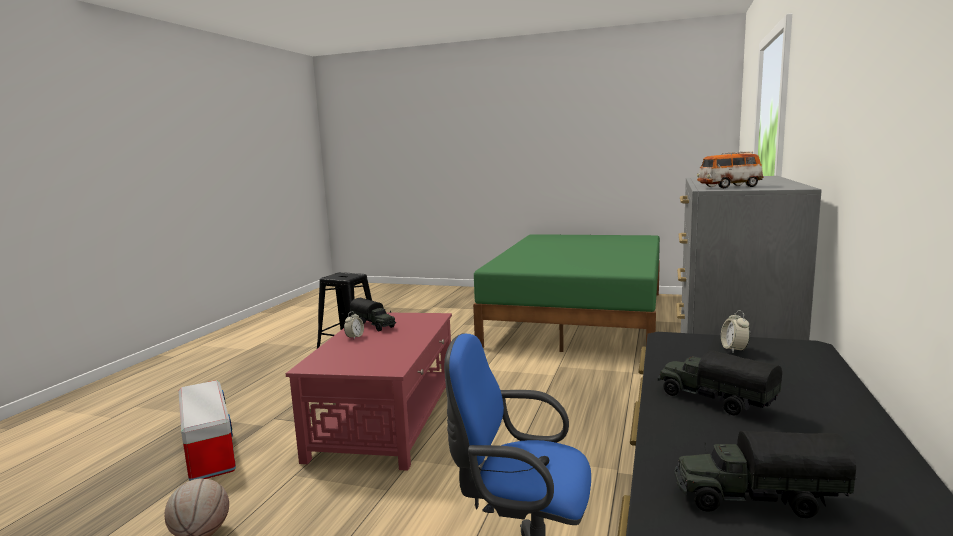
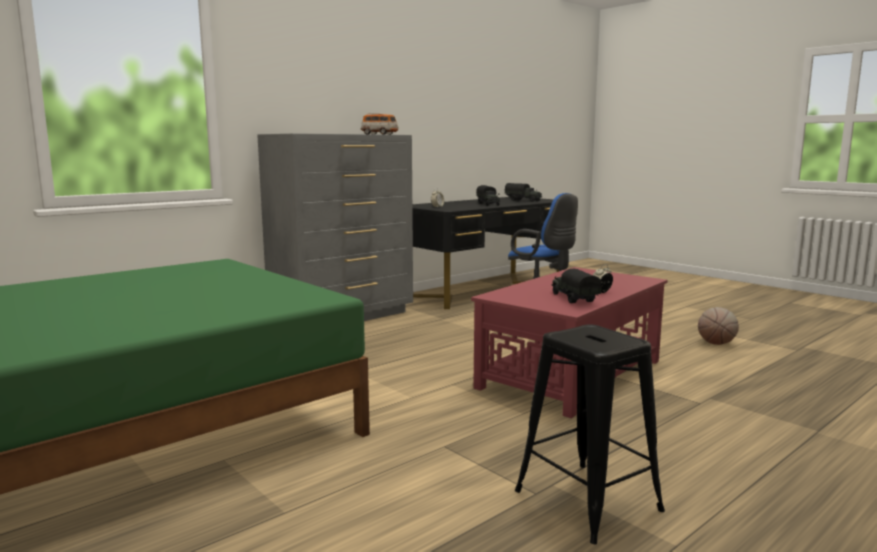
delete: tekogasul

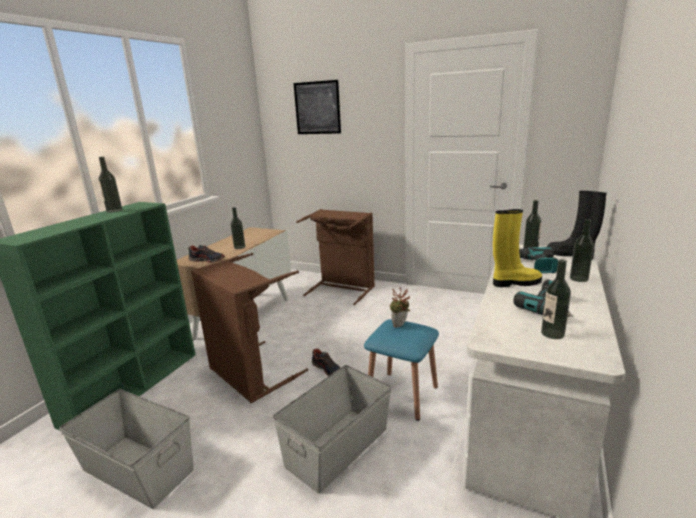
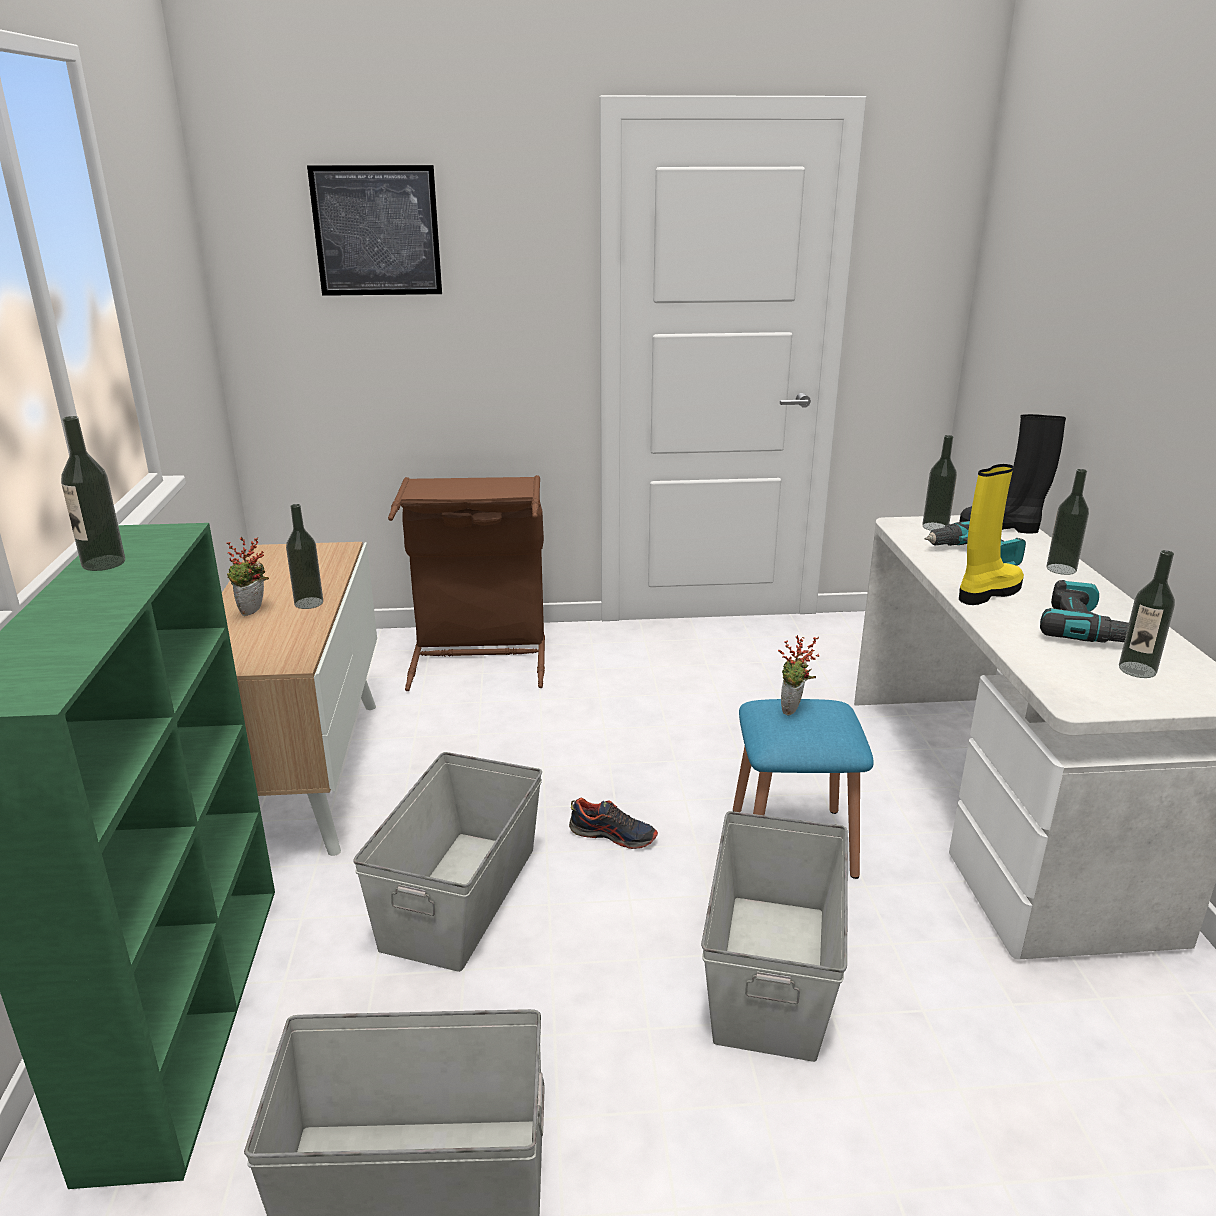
delete: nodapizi (1st from left)
insert: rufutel (1st from left)
replace: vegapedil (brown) (1st from left) to tekogasul (grey) (2nd from left)

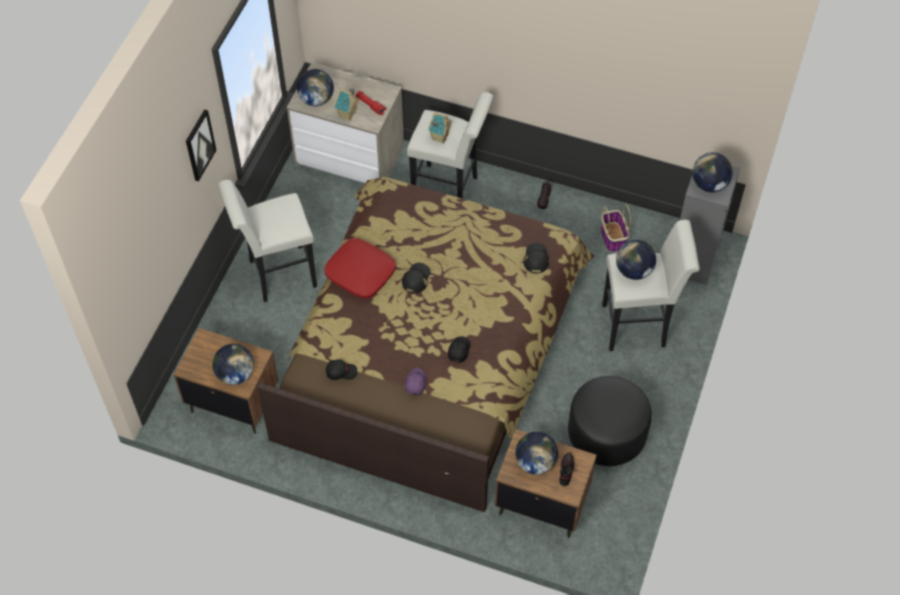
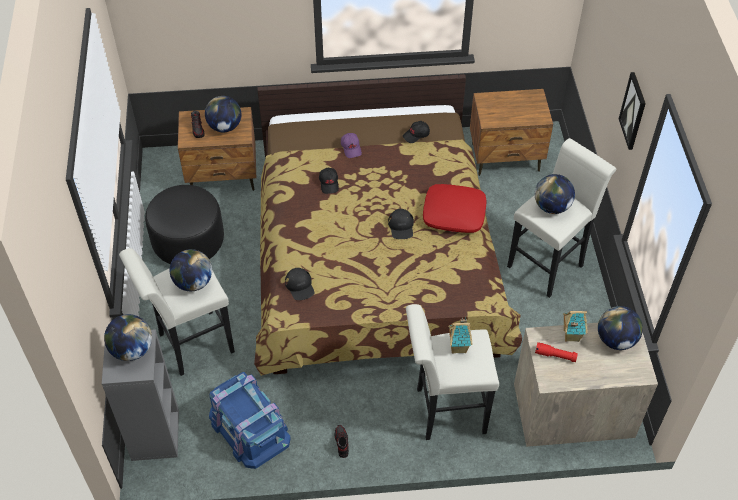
move: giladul (1st from left in the first image) to giladul (4th from left)
replace: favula to tekogasul (blue)

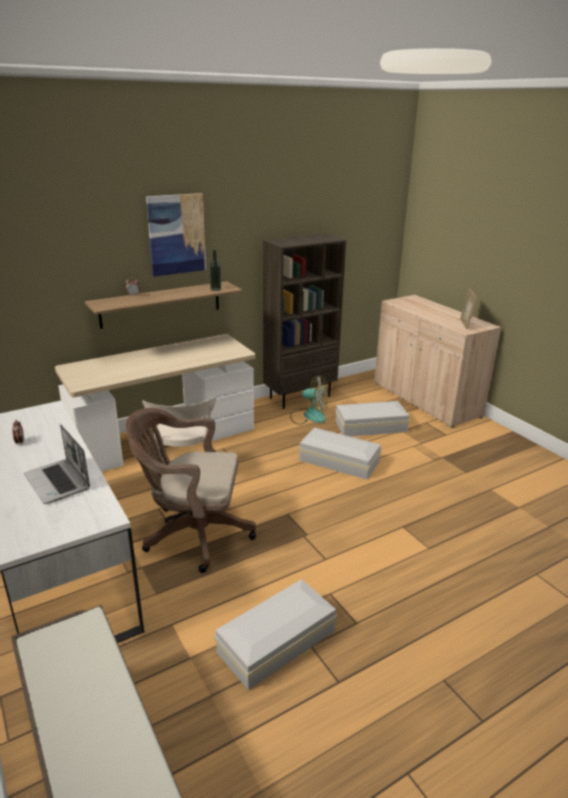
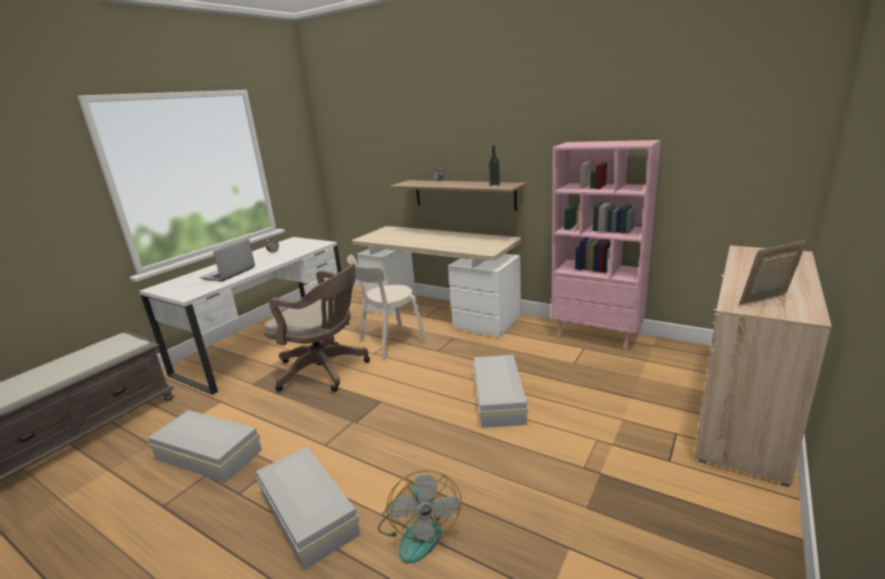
delete: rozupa
move: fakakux; tekogasul (white) (3rd from left in the first image) to tekogasul (white) (2nd from left)
recolor: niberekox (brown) to niberekox (pink)
rotate: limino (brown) 135 degrees clockwise

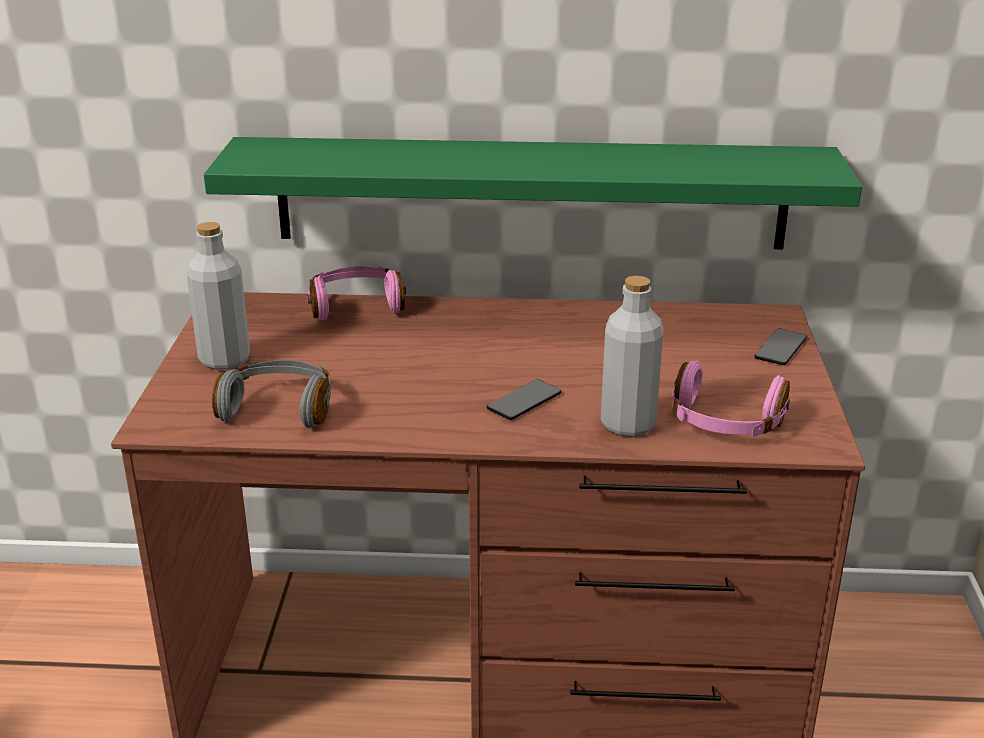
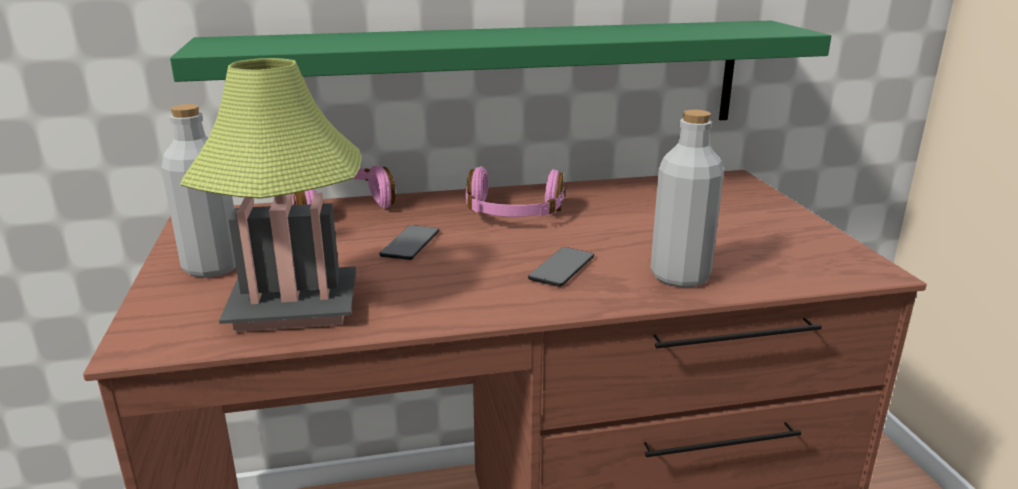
move: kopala (2nd from left in the first image) to kopala (1st from left); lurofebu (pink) (2nd from left)
replace: lurofebu (grey) to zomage

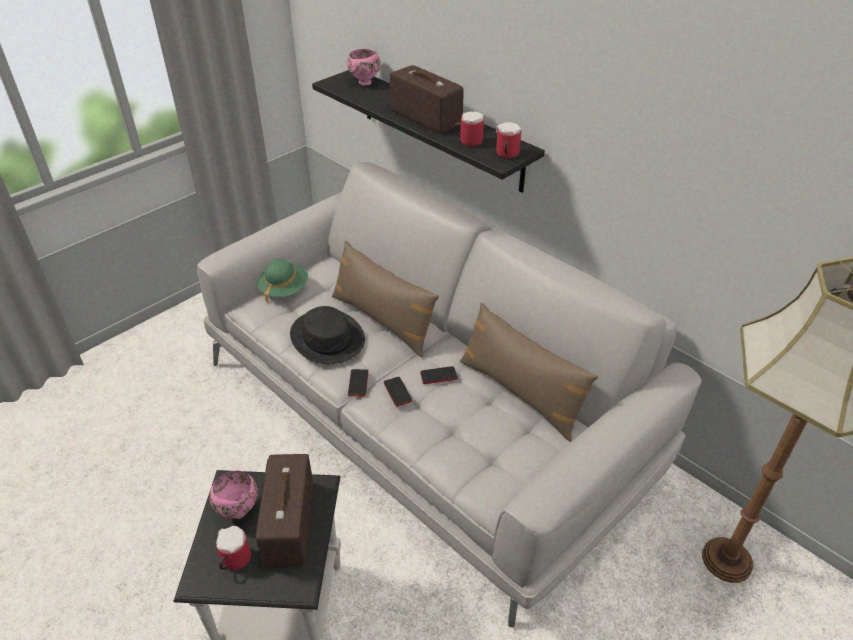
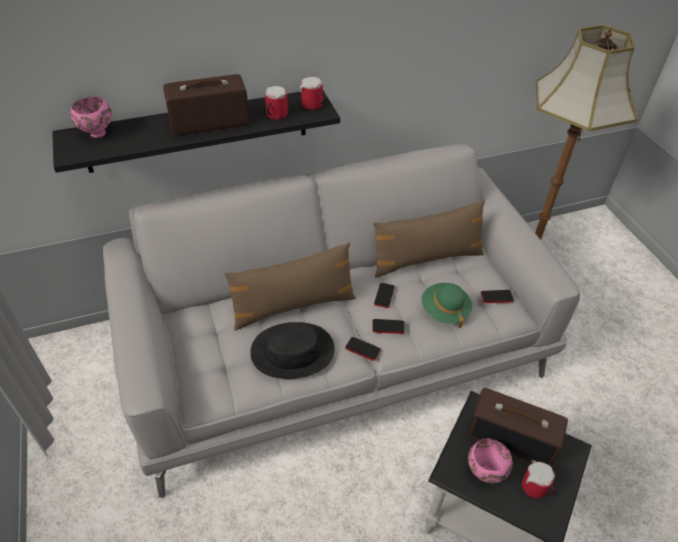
insert: kopala (4th from left)
move: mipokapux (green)

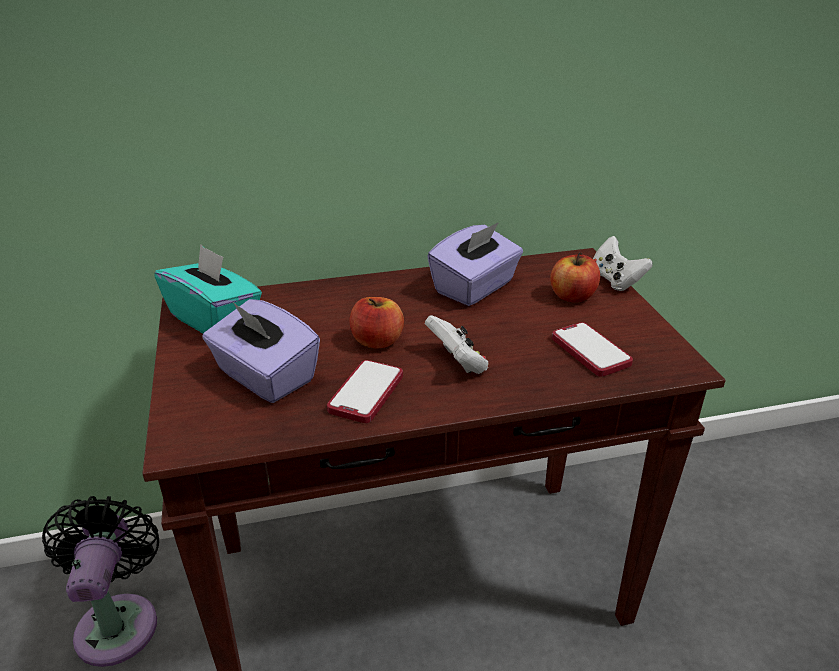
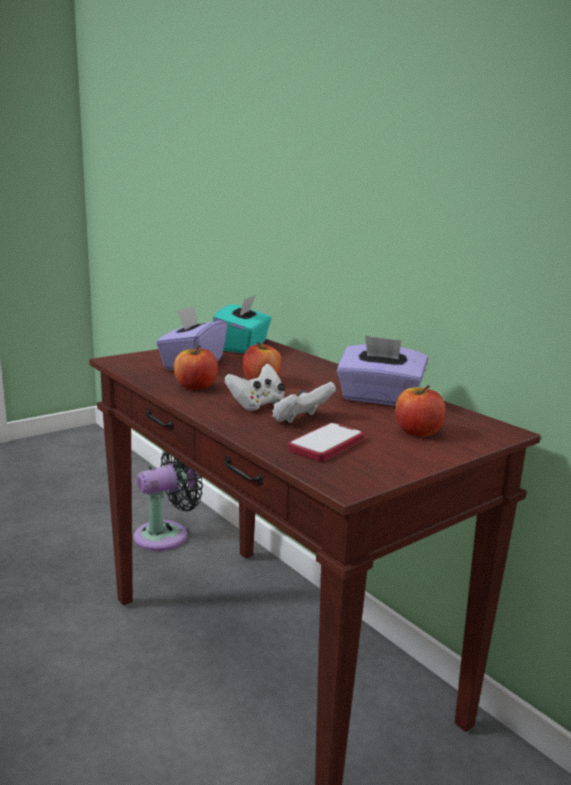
move: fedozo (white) (2nd from left)
replace: kopala (1st from left) to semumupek (1st from left)

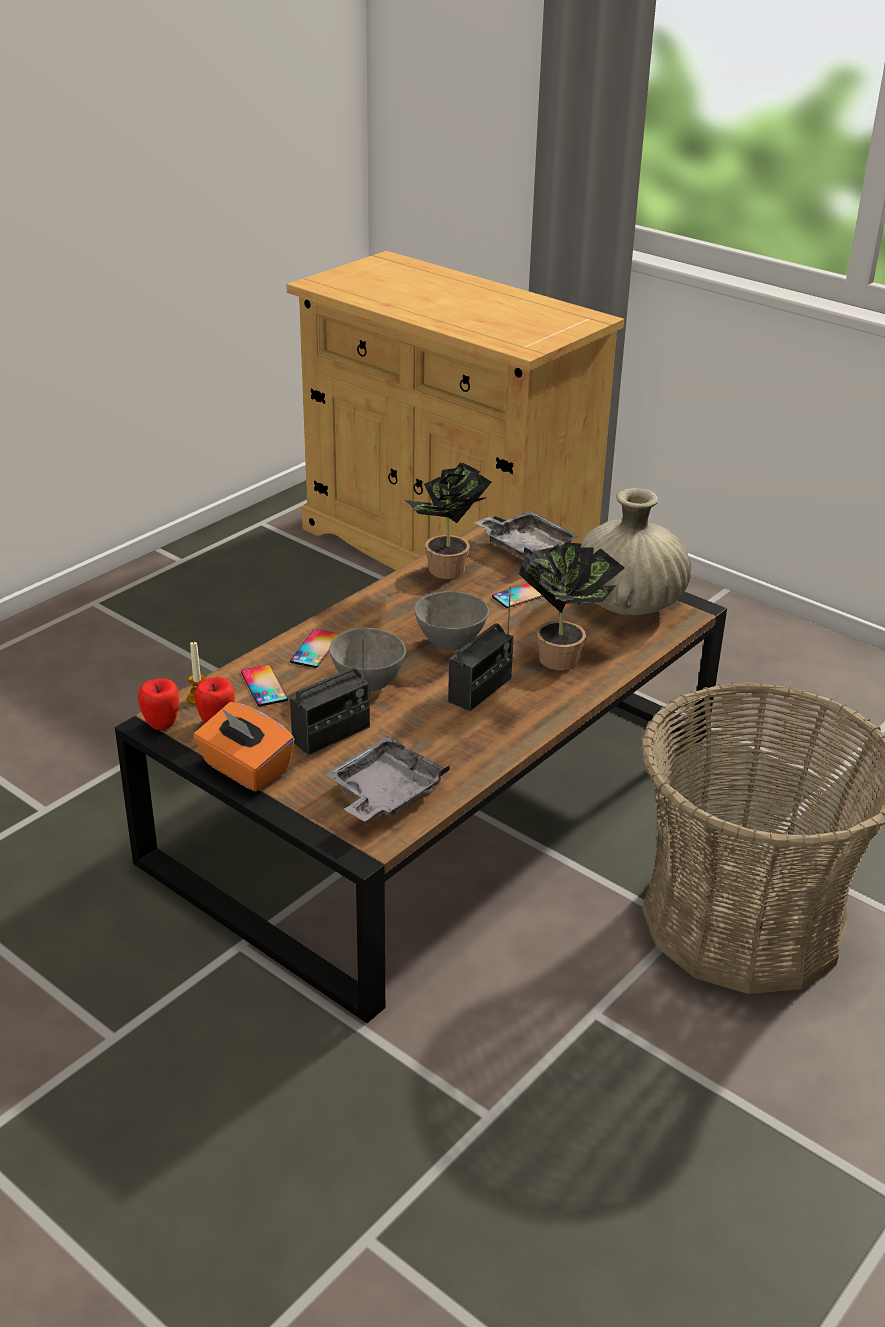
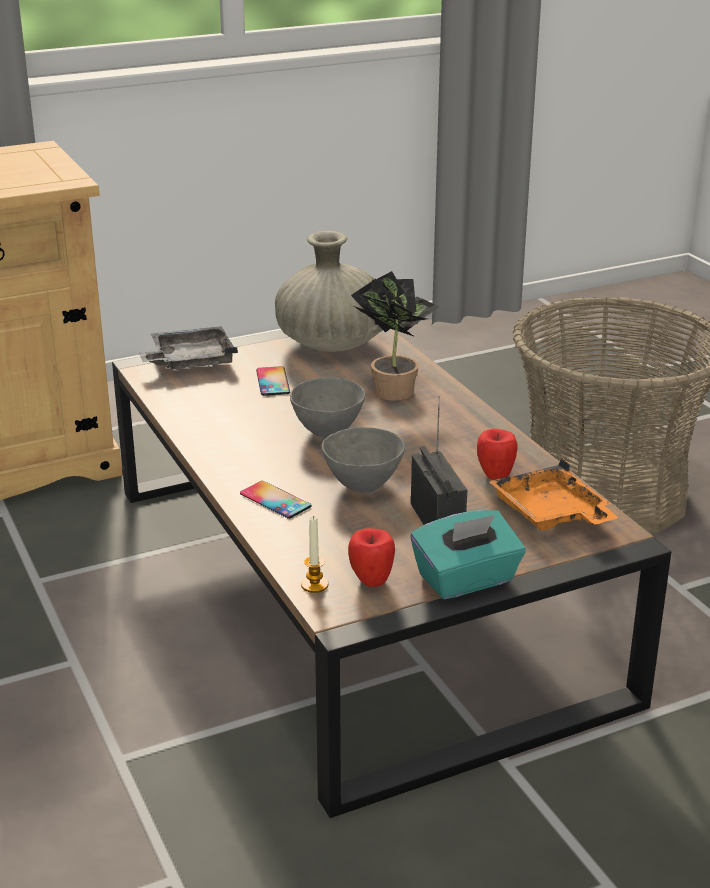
delete: rufutel (1st from left); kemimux (2nd from left); kopala (1st from left)
move: semumupek (1st from left in the first image) to semumupek (2nd from left)
recolor: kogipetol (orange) to kogipetol (turquoise); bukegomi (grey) (1st from left) to bukegomi (orange)

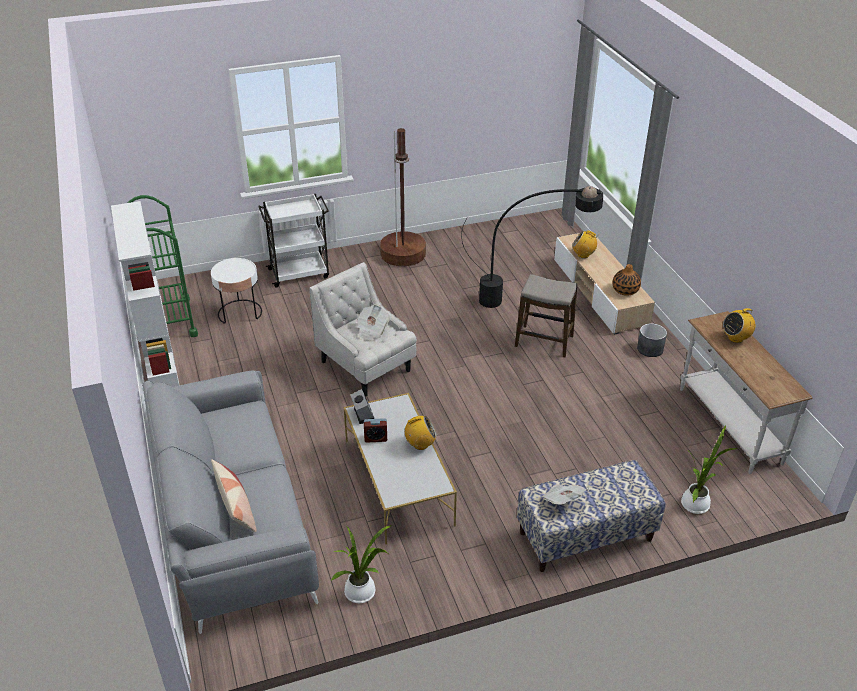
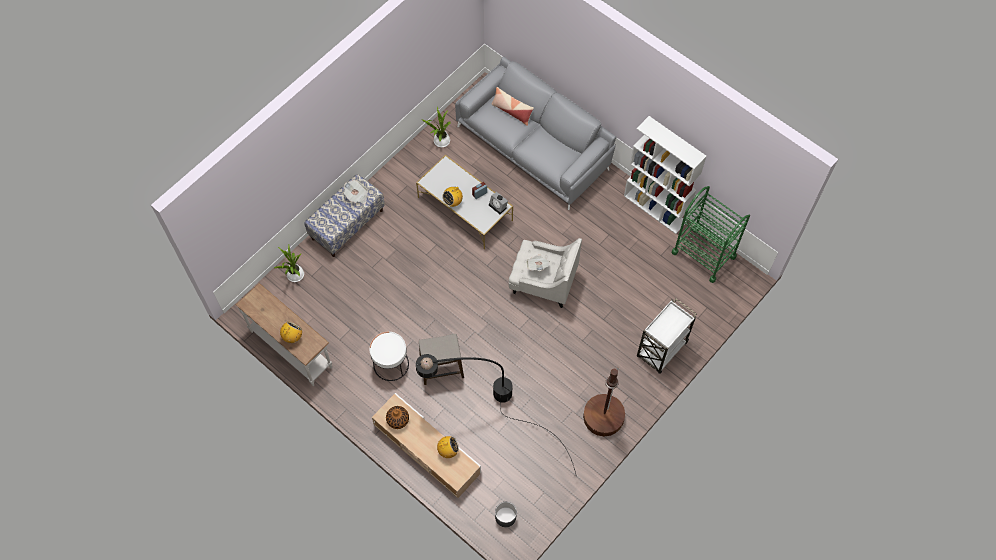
move: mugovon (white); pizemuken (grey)

